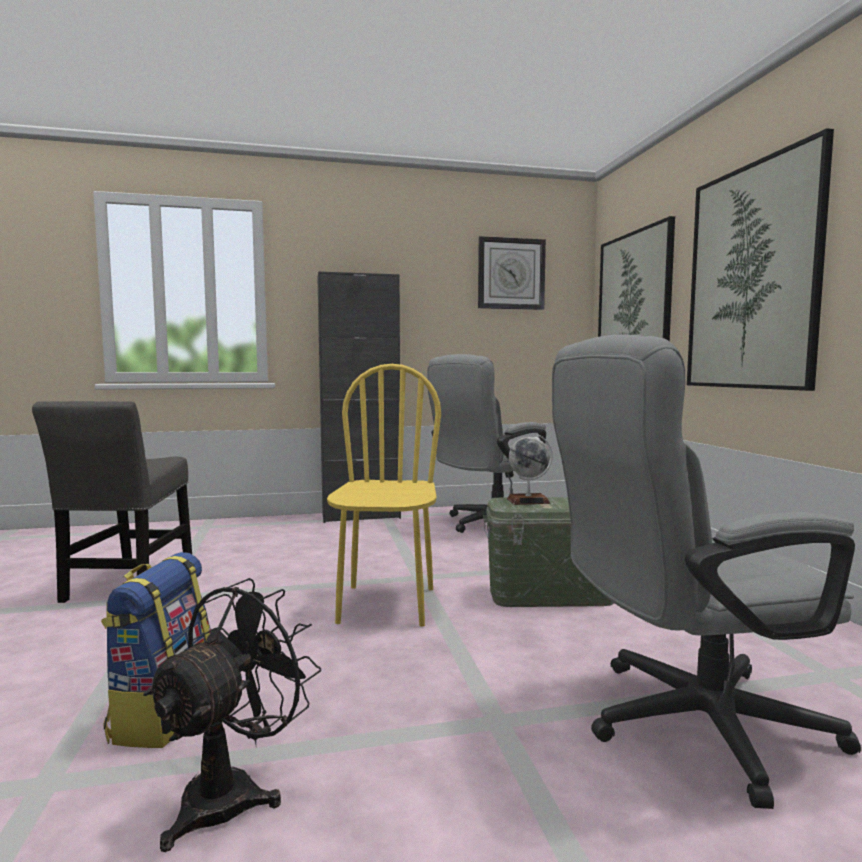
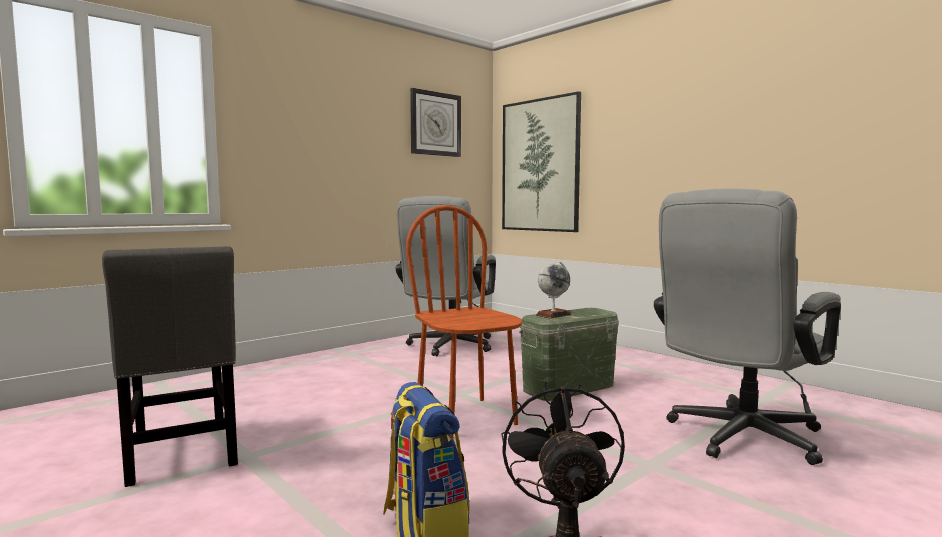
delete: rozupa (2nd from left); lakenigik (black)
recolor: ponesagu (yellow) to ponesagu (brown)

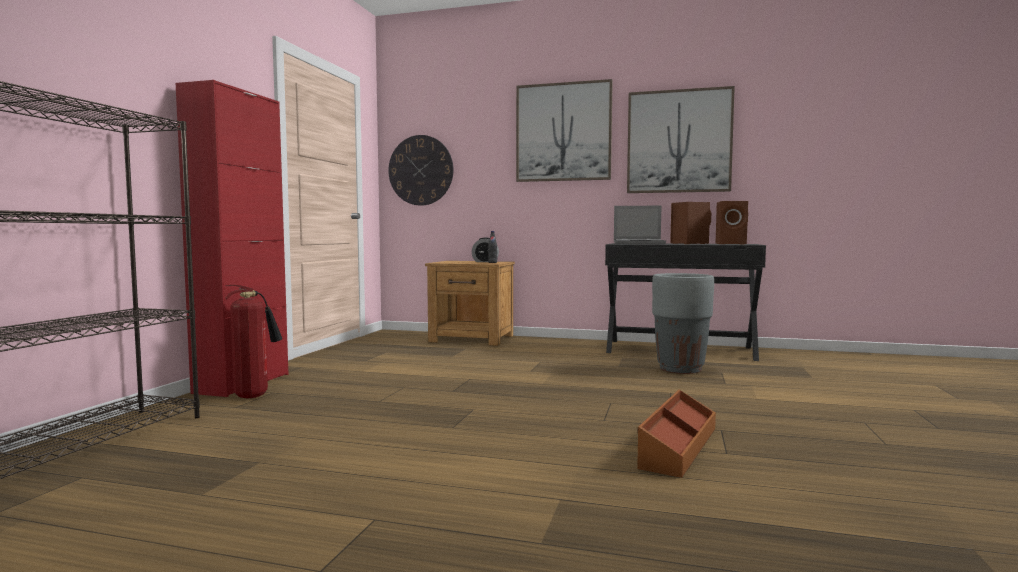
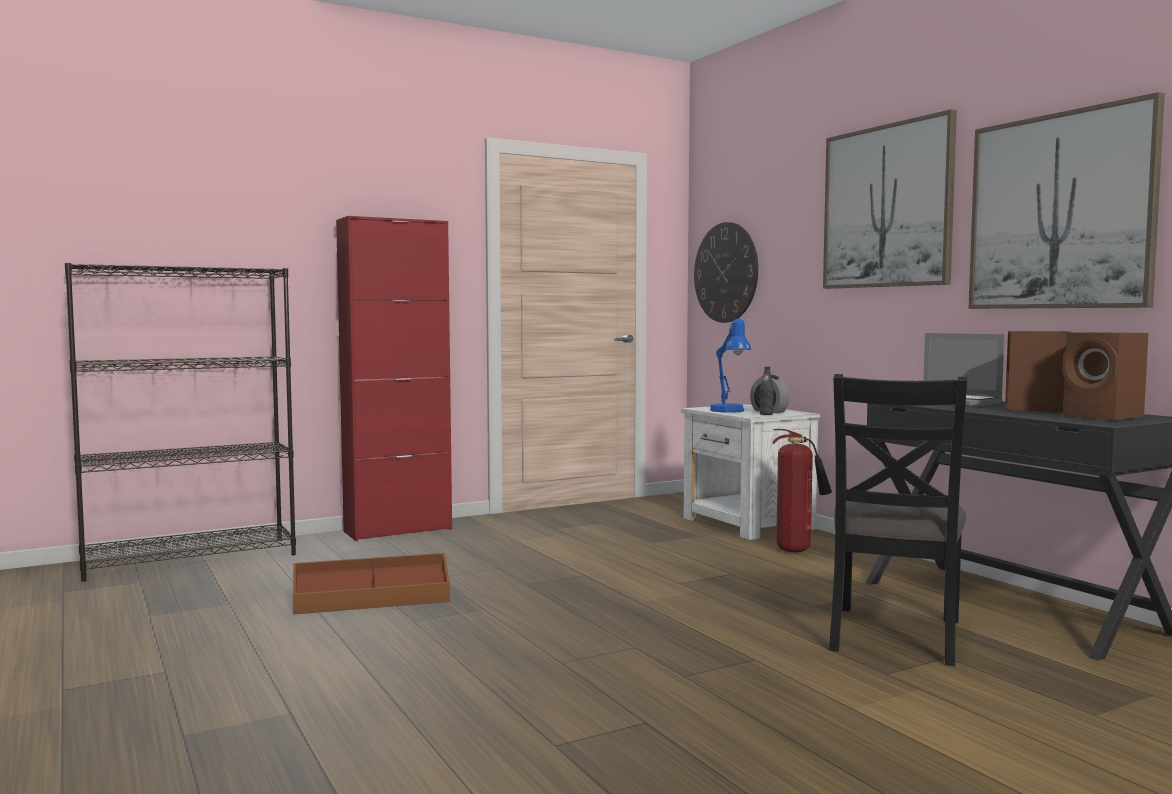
insert: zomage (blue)
move: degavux; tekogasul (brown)
replace: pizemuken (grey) to ponesagu (black)
recolor: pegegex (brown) to pegegex (white)

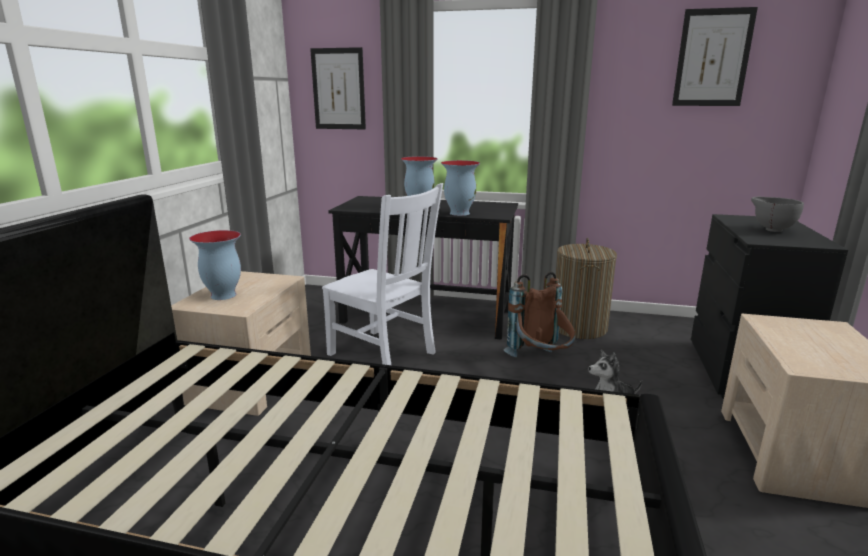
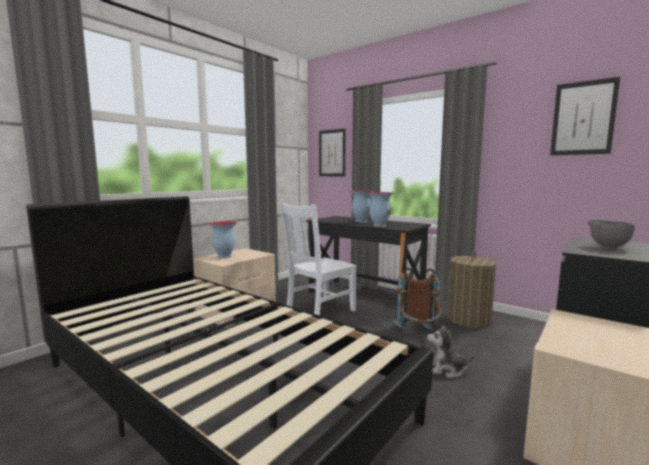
rotate: ponesagu (white) 75 degrees clockwise

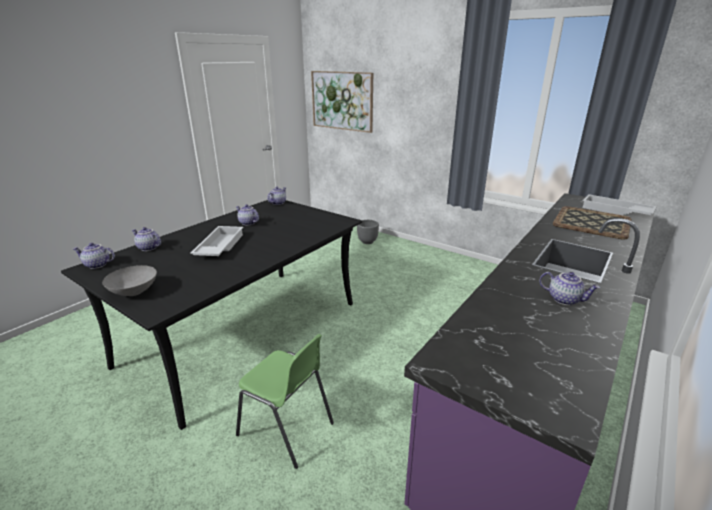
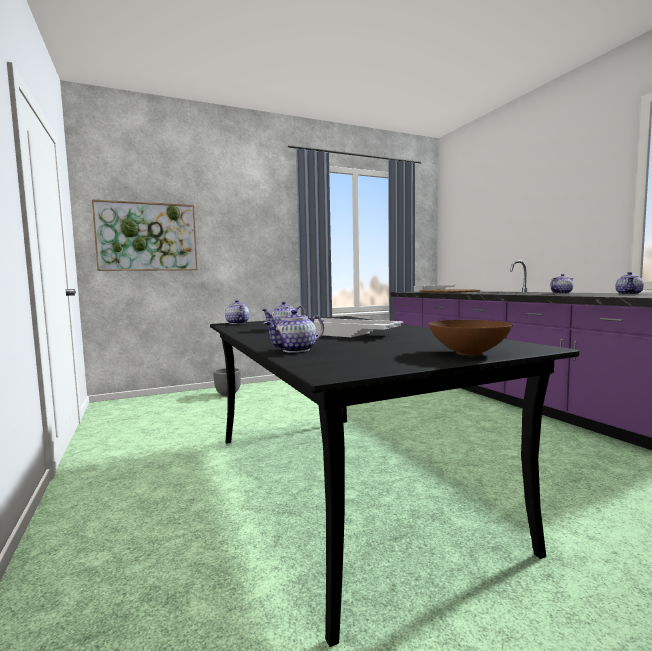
delete: ponesagu (green)
move: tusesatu (1st from left in the first image) to tusesatu (5th from left)
recolor: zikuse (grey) to zikuse (brown)

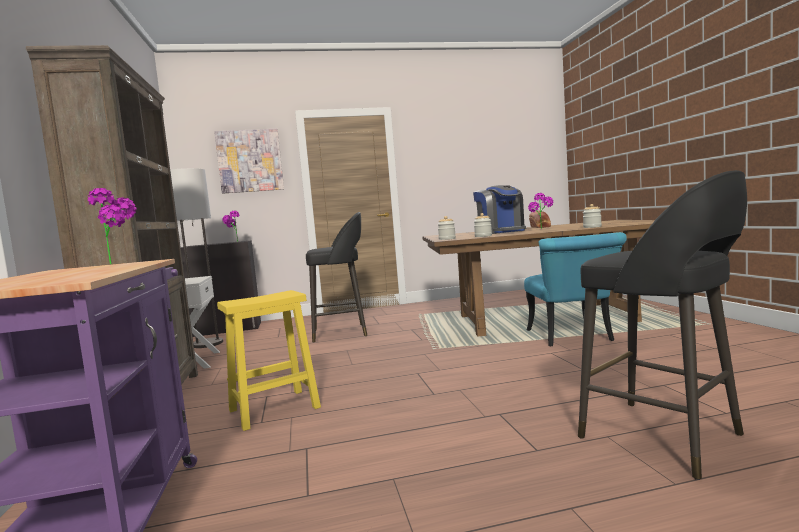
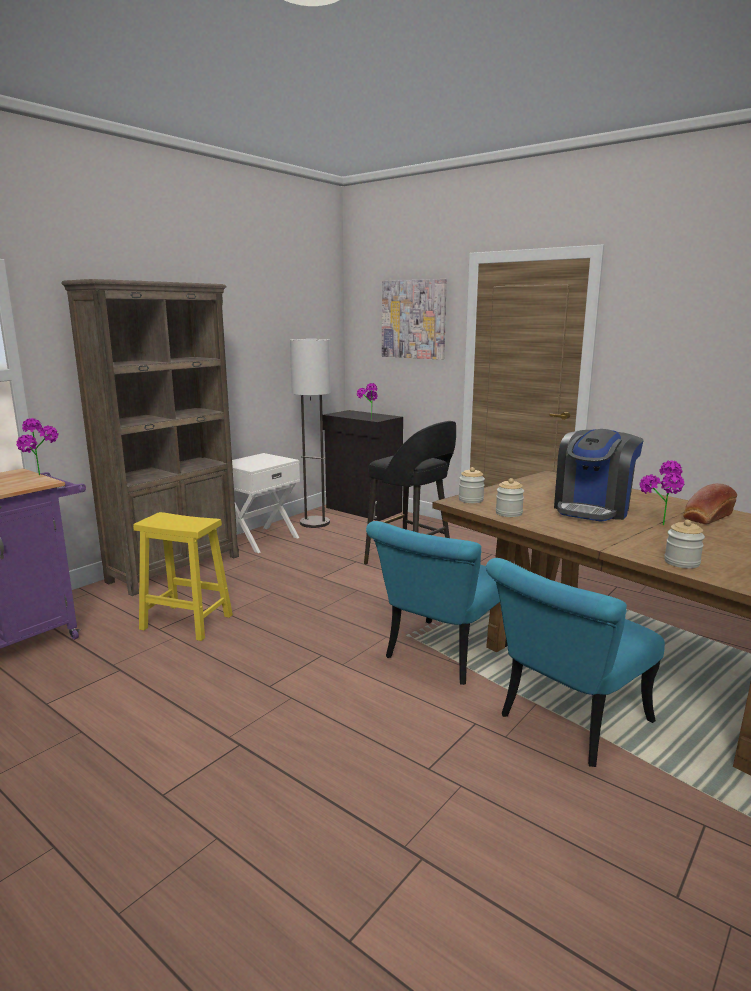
delete: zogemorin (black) (2nd from left)
insert: ponesagu (turquoise) (1st from left)

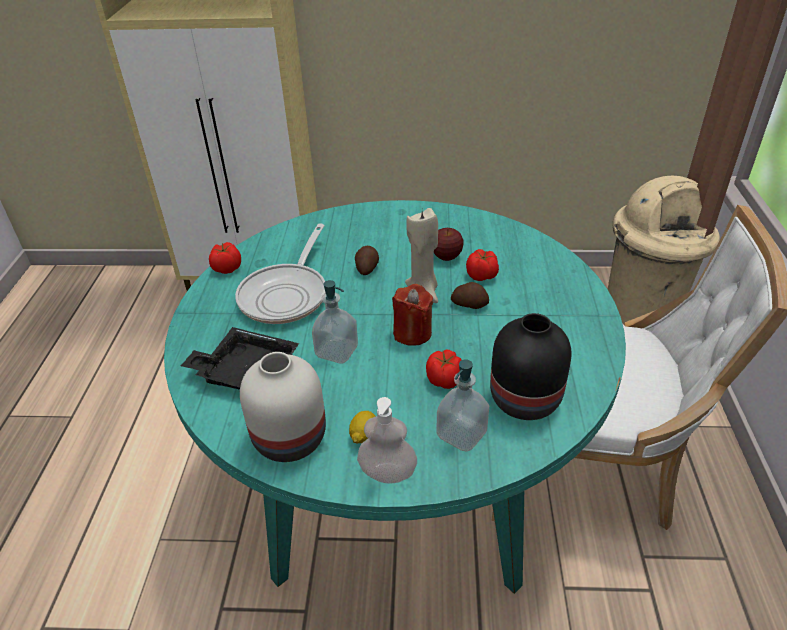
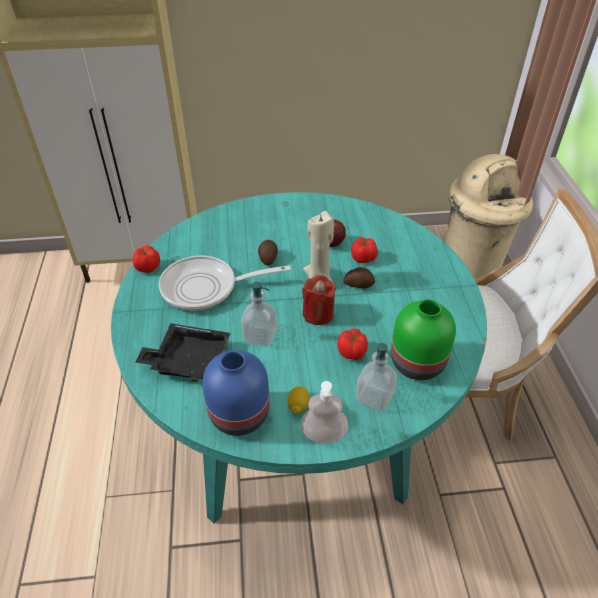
recolor: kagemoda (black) to kagemoda (green); kagemoda (white) to kagemoda (blue)
rotate: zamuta 75 degrees clockwise

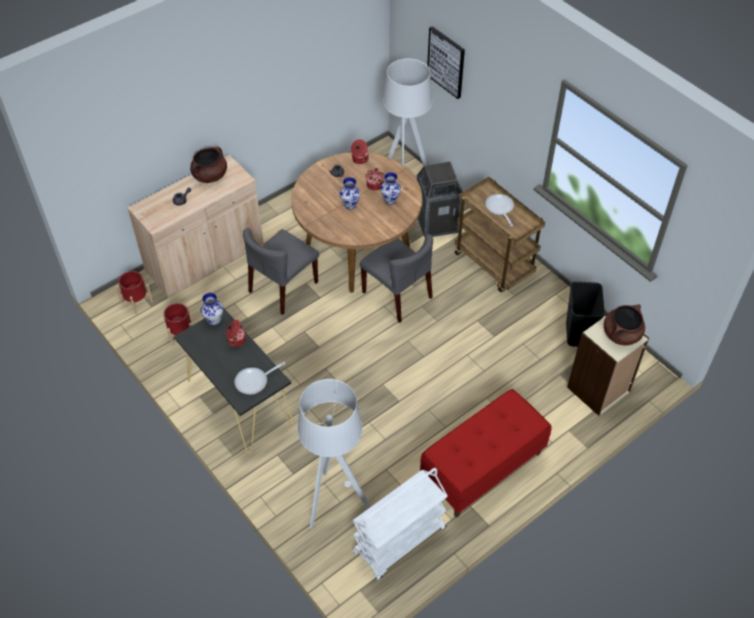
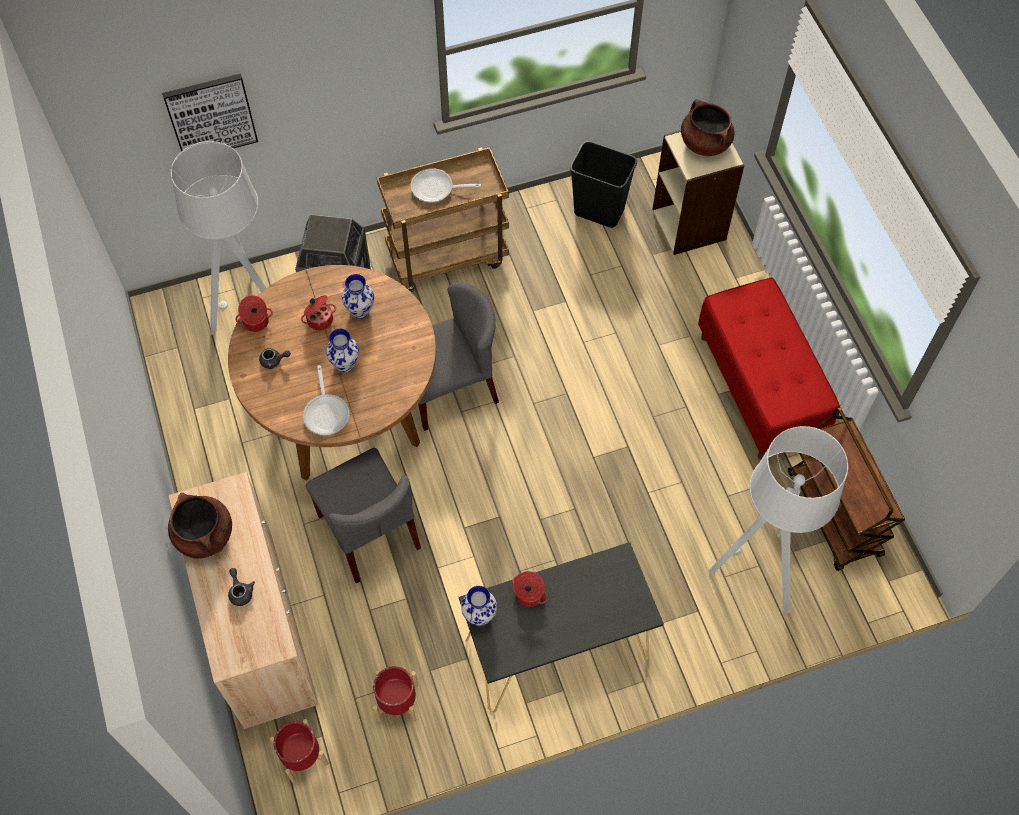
move: zamuta (1st from left)
recolor: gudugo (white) to gudugo (brown) (2nd from left)

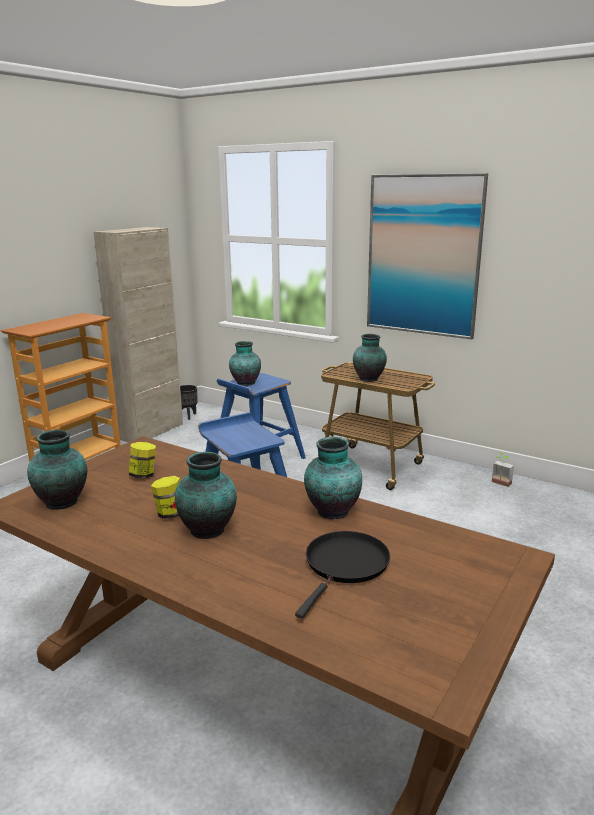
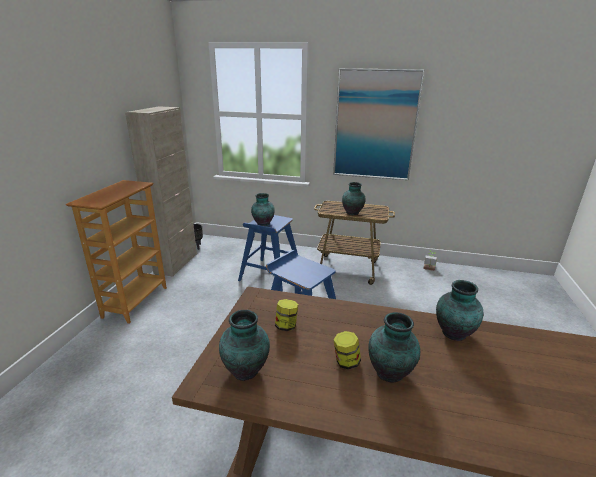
delete: zamuta (black)

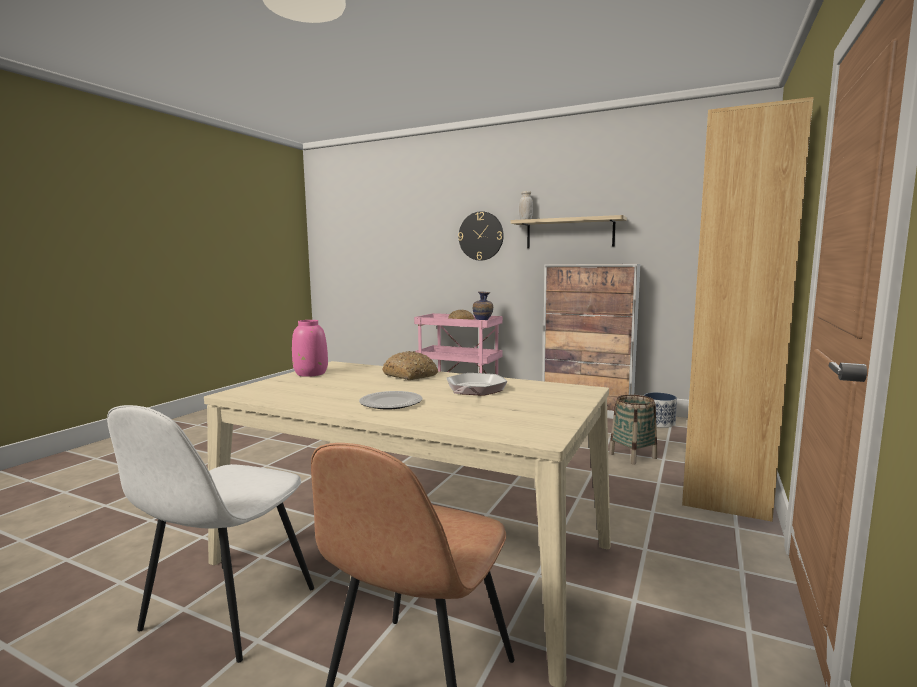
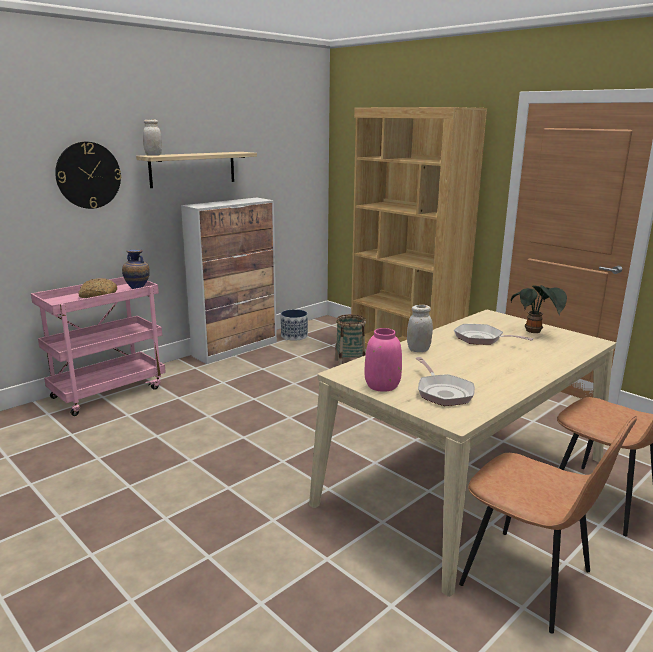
delete: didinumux
insert: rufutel; zamuta (1st from left)
replace: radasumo (1st from left) to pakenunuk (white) (2nd from left)
recolor: ponesagu (white) to ponesagu (brown) (1st from left)

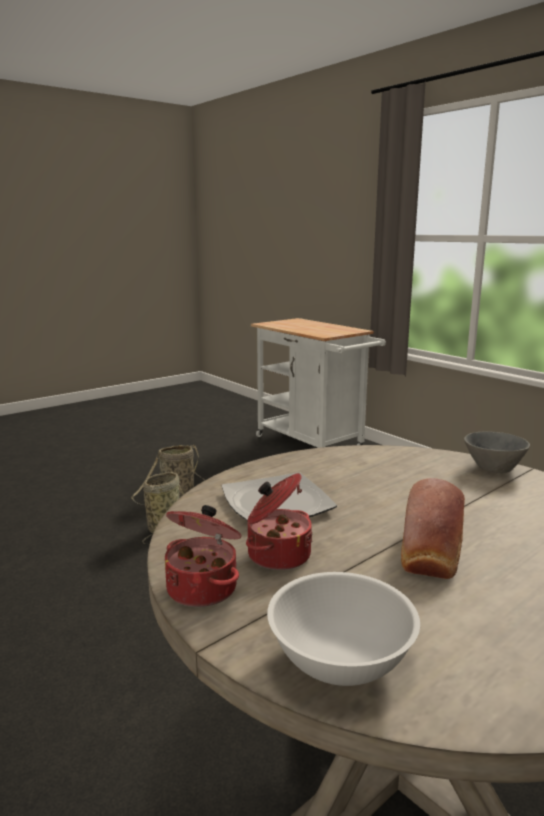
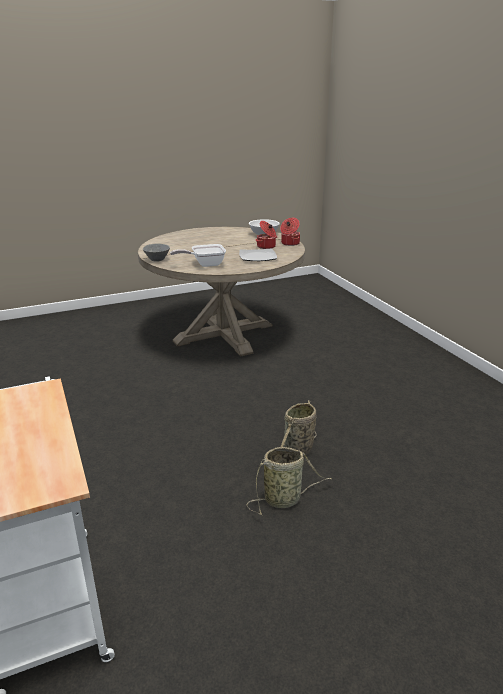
delete: radasumo
insert: zamuta

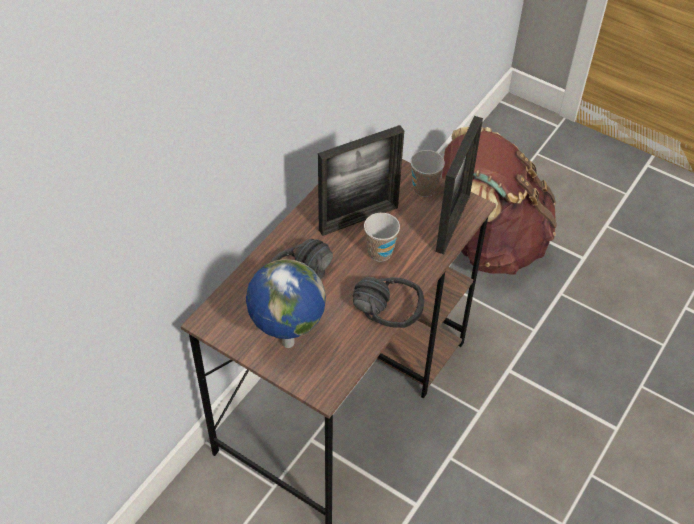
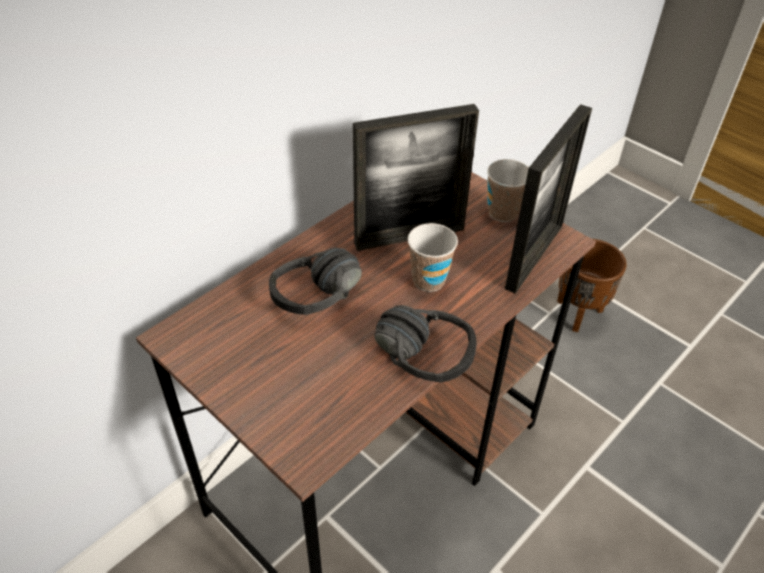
delete: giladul
replace: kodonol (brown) to pizemuken (brown)

